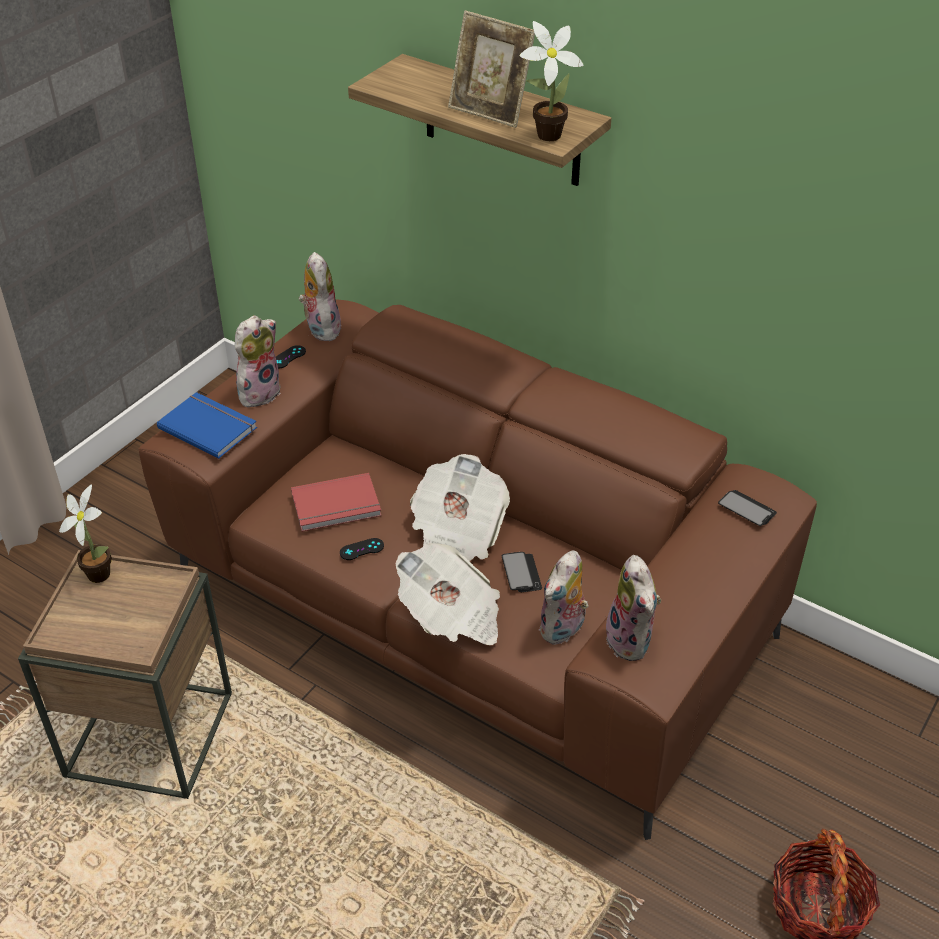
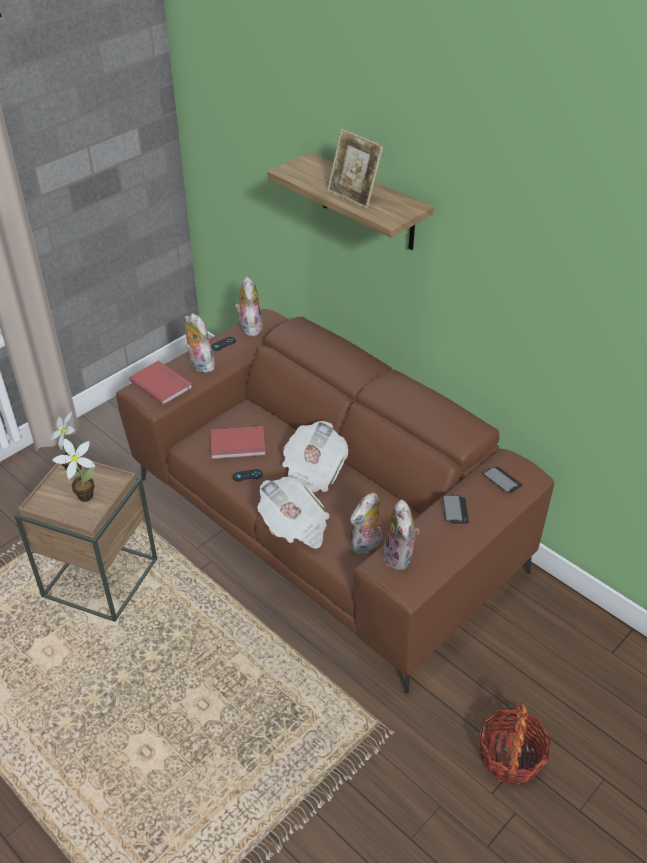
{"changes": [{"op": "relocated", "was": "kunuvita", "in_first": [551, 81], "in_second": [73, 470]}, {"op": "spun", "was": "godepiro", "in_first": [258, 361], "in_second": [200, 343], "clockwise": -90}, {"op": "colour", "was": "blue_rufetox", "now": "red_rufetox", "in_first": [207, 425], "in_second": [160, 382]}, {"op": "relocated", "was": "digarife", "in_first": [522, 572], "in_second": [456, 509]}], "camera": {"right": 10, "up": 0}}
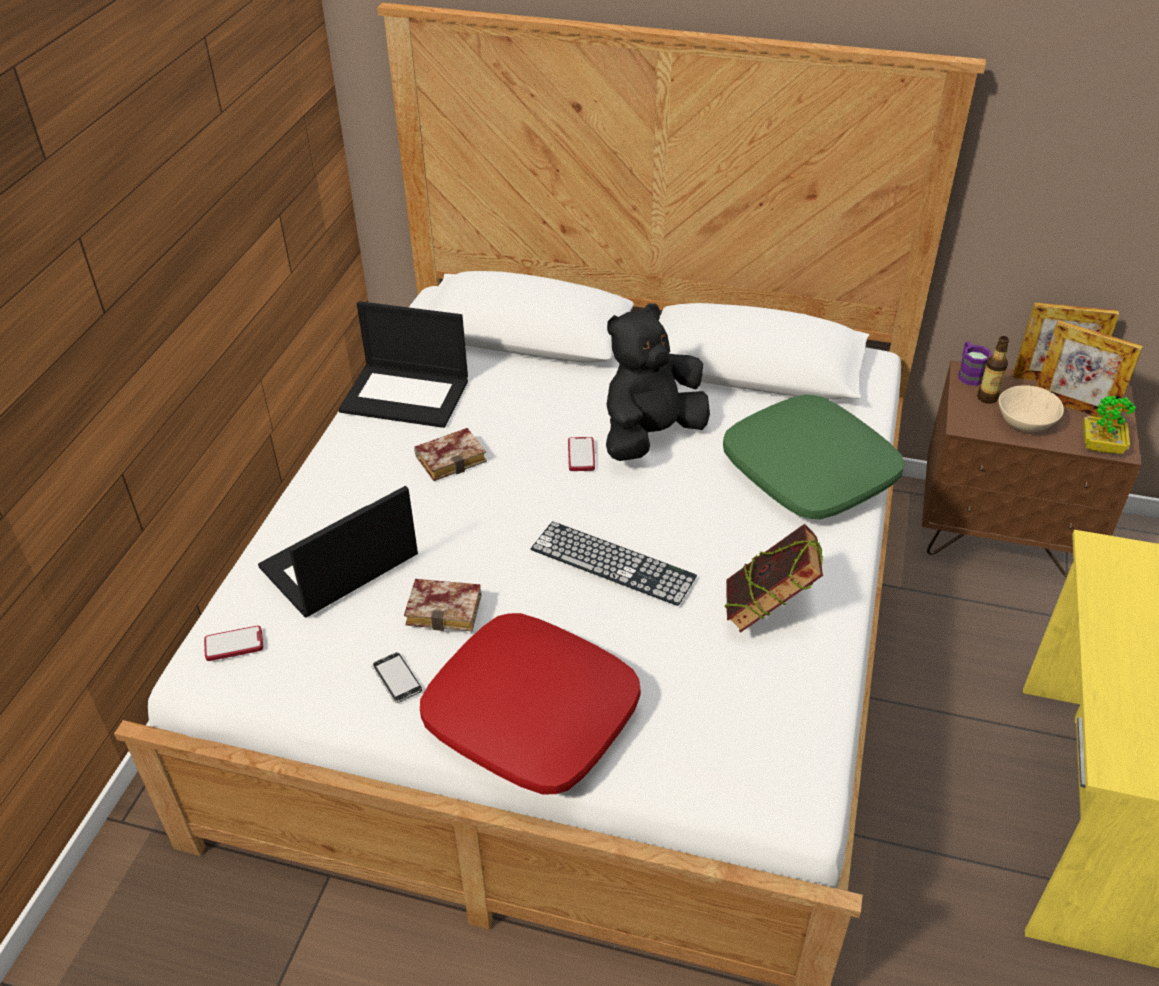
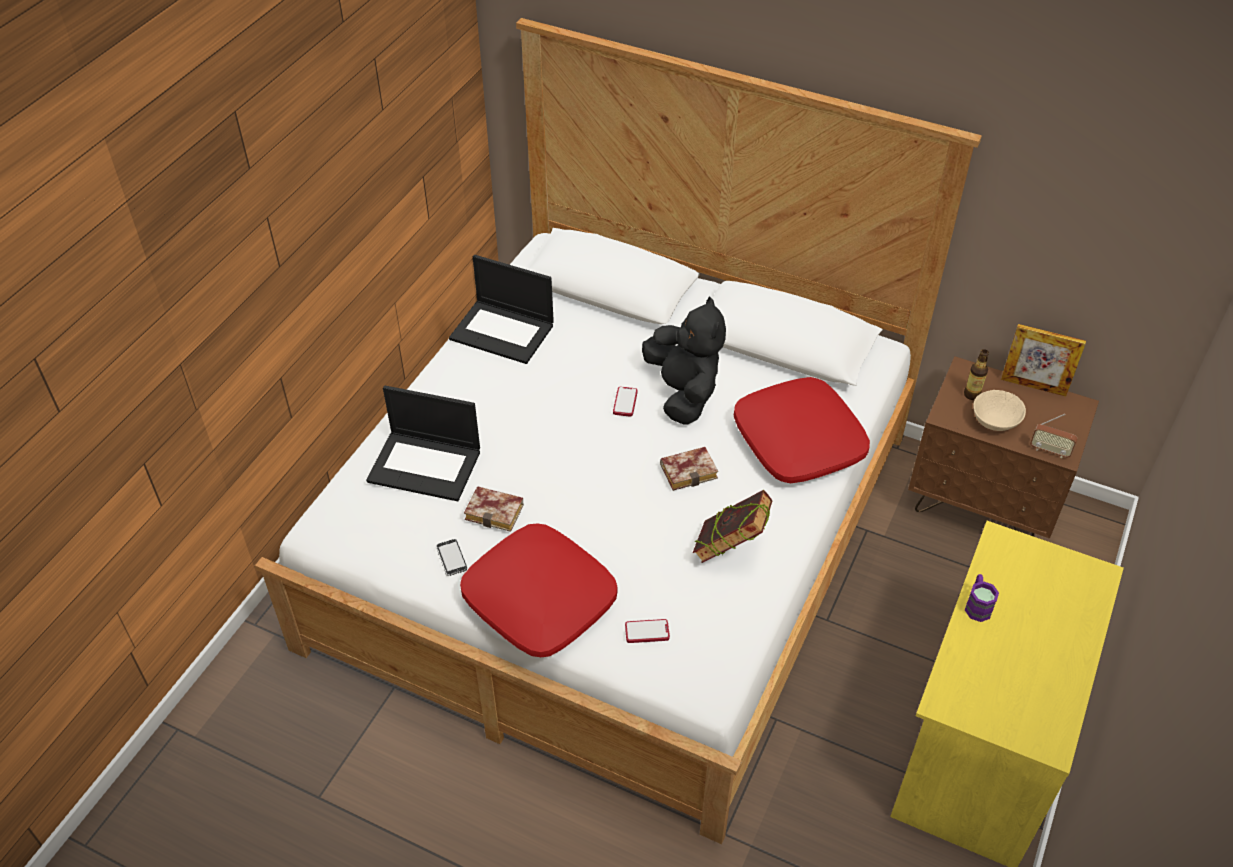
{"changes": [{"op": "spun", "was": "black_godepiro", "in_first": [658, 382], "in_second": [684, 360], "clockwise": 105}, {"op": "missing", "was": "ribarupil", "in_first": [1089, 369]}, {"op": "relocated", "was": "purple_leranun", "in_first": [974, 363], "in_second": [982, 598]}, {"op": "colour", "was": "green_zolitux", "now": "red_zolitux", "in_first": [813, 456], "in_second": [802, 430]}, {"op": "exchanged", "was": "kunuvita", "now": "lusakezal", "in_first": [1109, 425], "in_second": [1054, 436]}, {"op": "relocated", "was": "rufetox", "in_first": [450, 454], "in_second": [689, 469]}, {"op": "spun", "was": "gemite", "in_first": [338, 551], "in_second": [423, 443], "clockwise": -135}, {"op": "missing", "was": "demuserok", "in_first": [614, 563]}, {"op": "relocated", "was": "digarife", "in_first": [233, 643], "in_second": [647, 631]}], "camera": {"right": 10, "up": 5}}
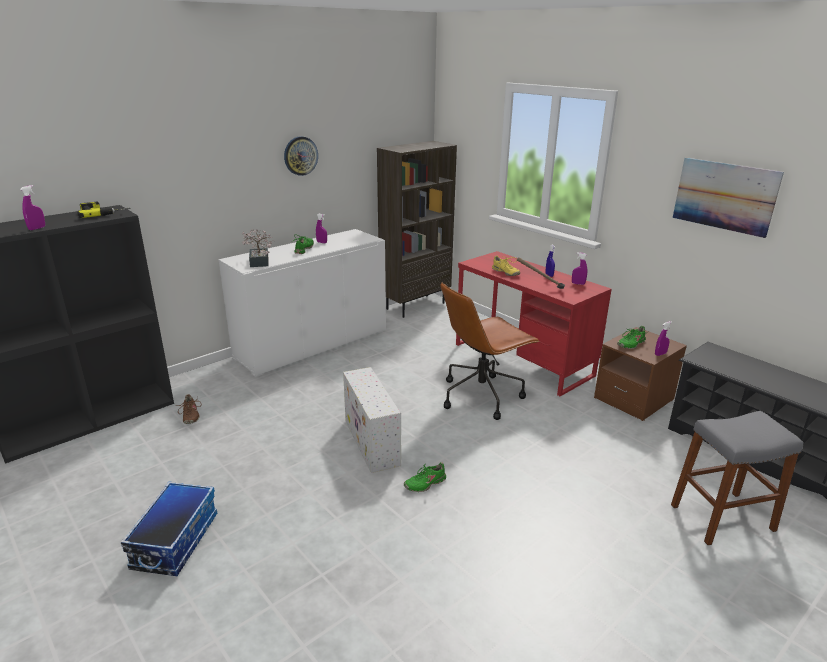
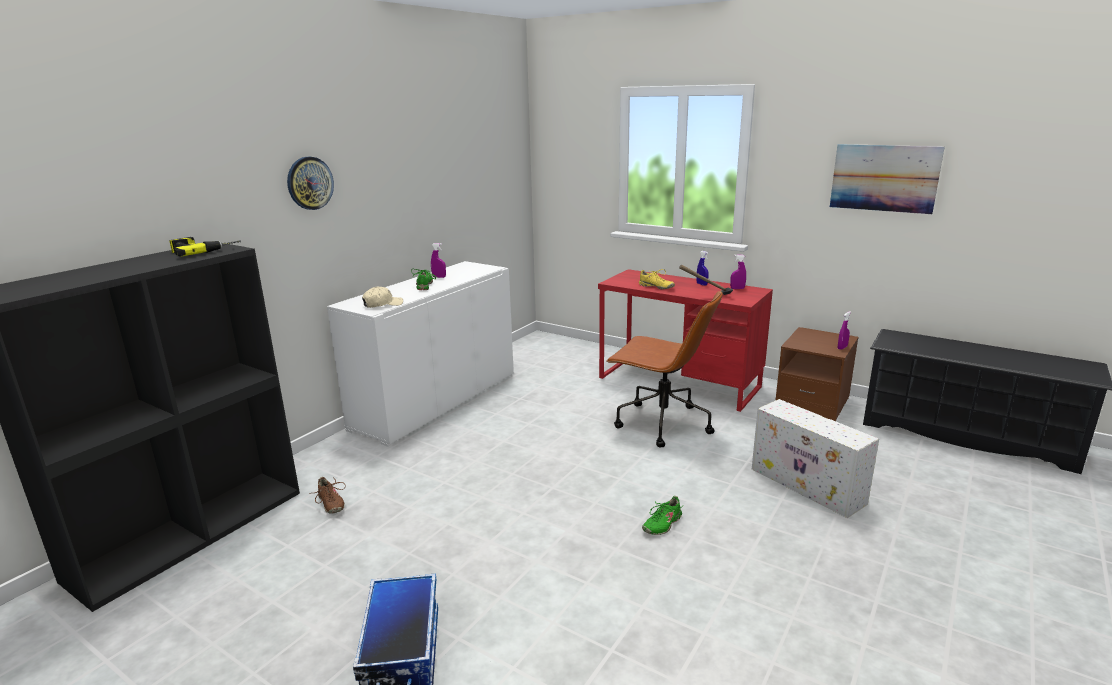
{"changes": [{"op": "relocated", "was": "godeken", "in_first": [301, 156], "in_second": [310, 183]}, {"op": "missing", "was": "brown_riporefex", "in_first": [417, 229]}, {"op": "missing", "was": "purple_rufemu", "in_first": [32, 207]}, {"op": "exchanged", "was": "kunuvita", "now": "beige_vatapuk", "in_first": [258, 248], "in_second": [382, 297]}, {"op": "spun", "was": "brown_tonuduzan", "in_first": [490, 351], "in_second": [665, 369], "clockwise": -105}, {"op": "missing", "was": "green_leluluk", "in_first": [633, 337]}, {"op": "relocated", "was": "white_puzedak", "in_first": [372, 420], "in_second": [815, 458]}, {"op": "missing", "was": "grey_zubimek", "in_first": [737, 478]}], "camera": {"right": -15, "up": -5}}
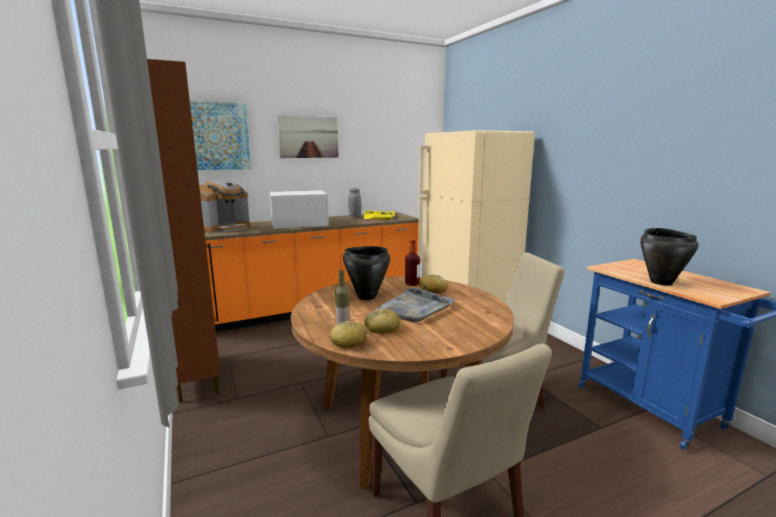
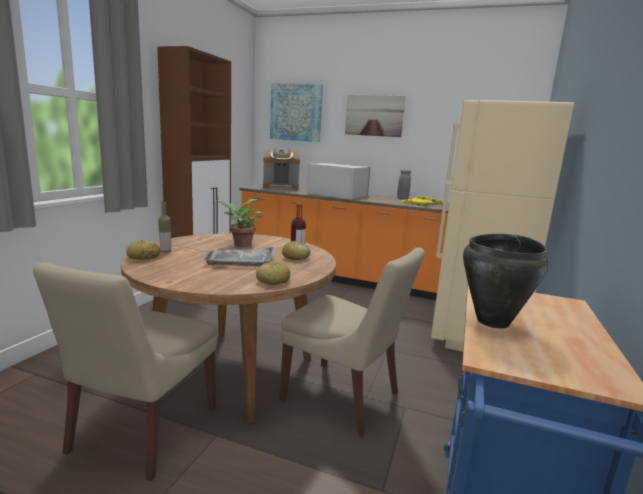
{"changes": [{"op": "exchanged", "was": "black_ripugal", "now": "kunuvita", "in_first": [366, 273], "in_second": [241, 223]}, {"op": "relocated", "was": "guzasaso", "in_first": [382, 321], "in_second": [273, 273]}], "camera": {"right": 45, "up": 0}}
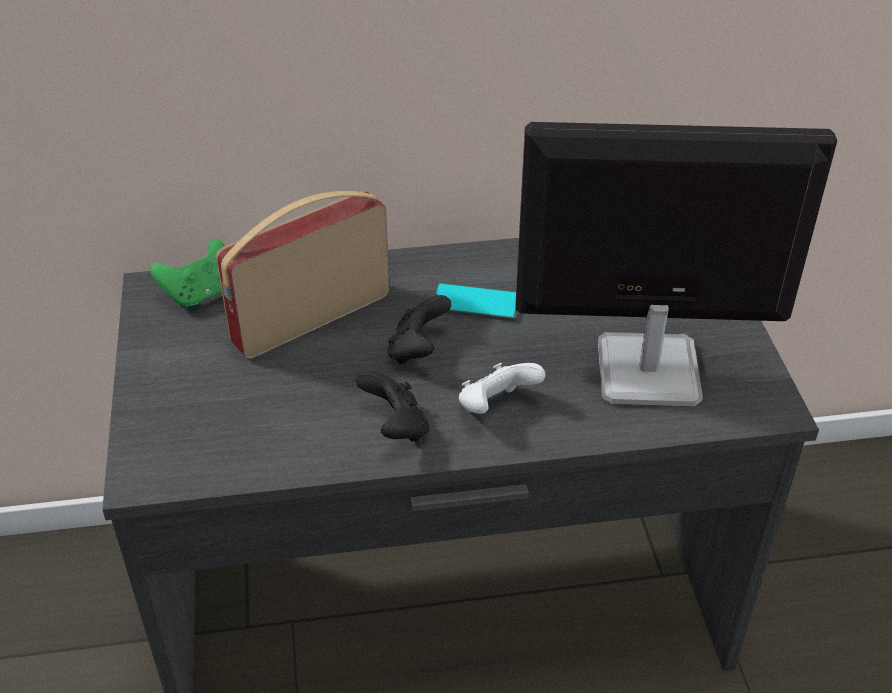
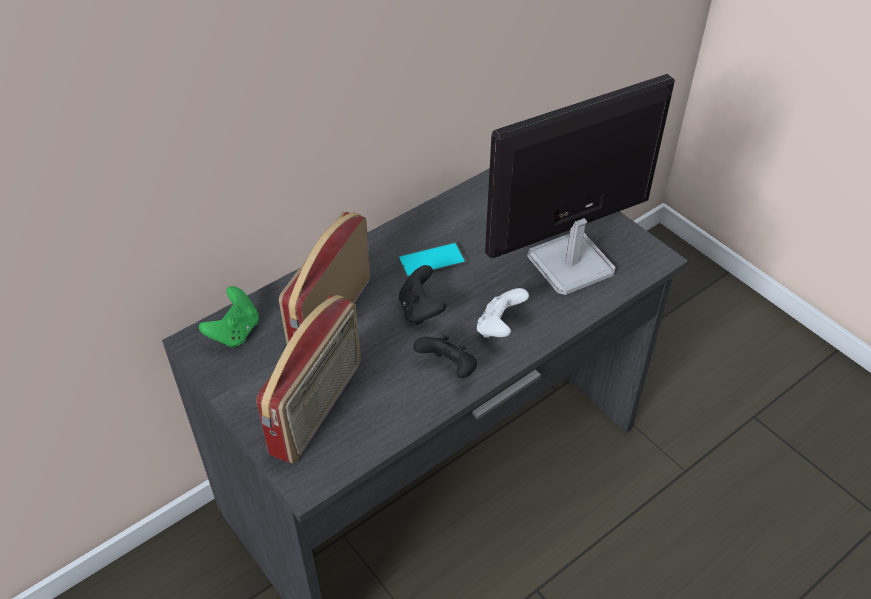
{"changes": [{"op": "appeared", "now": "lusakezal", "in_second": [308, 379]}], "camera": {"right": -30, "up": 5}}
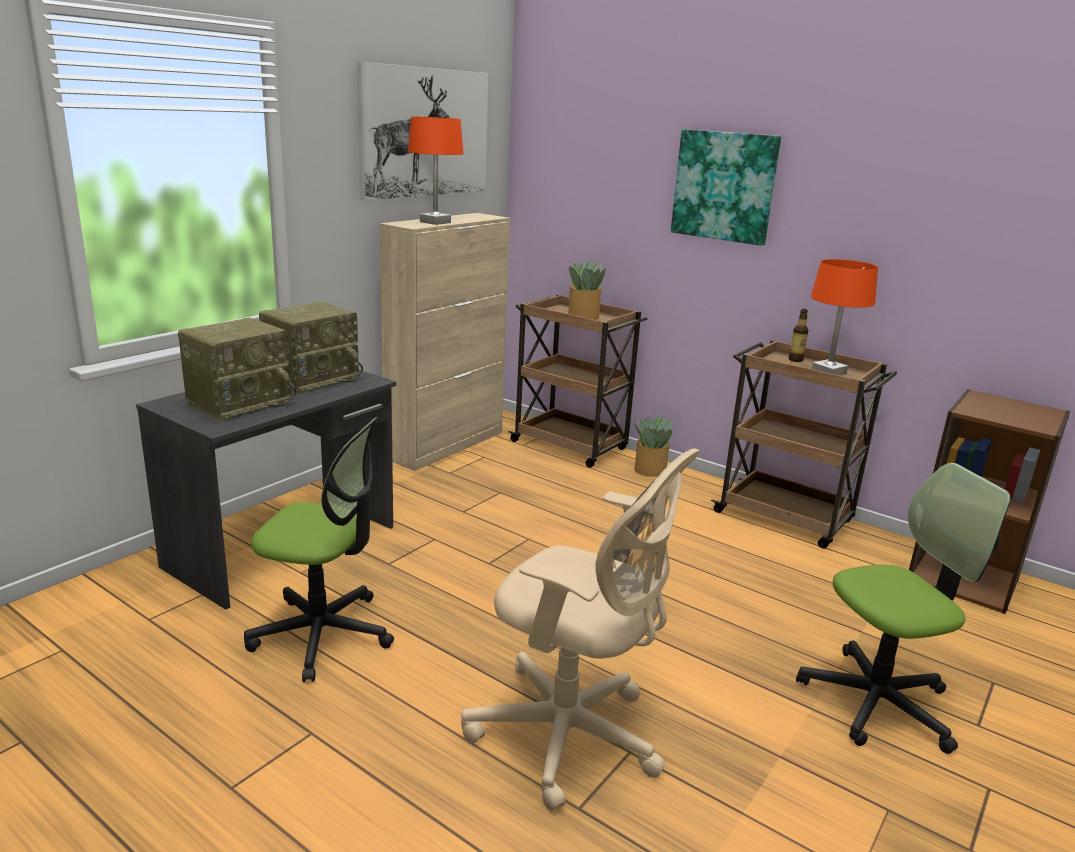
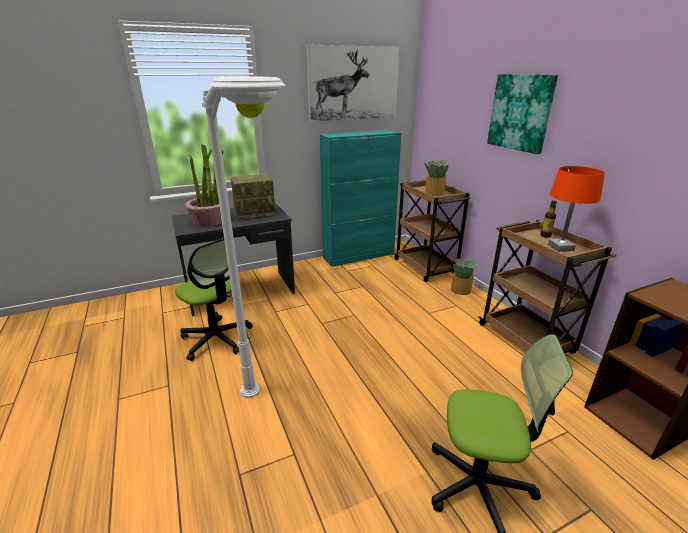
{"changes": [{"op": "missing", "was": "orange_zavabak", "in_first": [436, 171]}, {"op": "colour", "was": "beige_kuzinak", "now": "turquoise_kuzinak", "in_first": [445, 342], "in_second": [360, 198]}, {"op": "exchanged", "was": "lusakezal", "now": "kunuvita", "in_first": [237, 369], "in_second": [204, 185]}, {"op": "exchanged", "was": "beige_tonuduzan", "now": "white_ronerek", "in_first": [580, 629], "in_second": [244, 237]}], "camera": {"right": 30, "up": 5}}
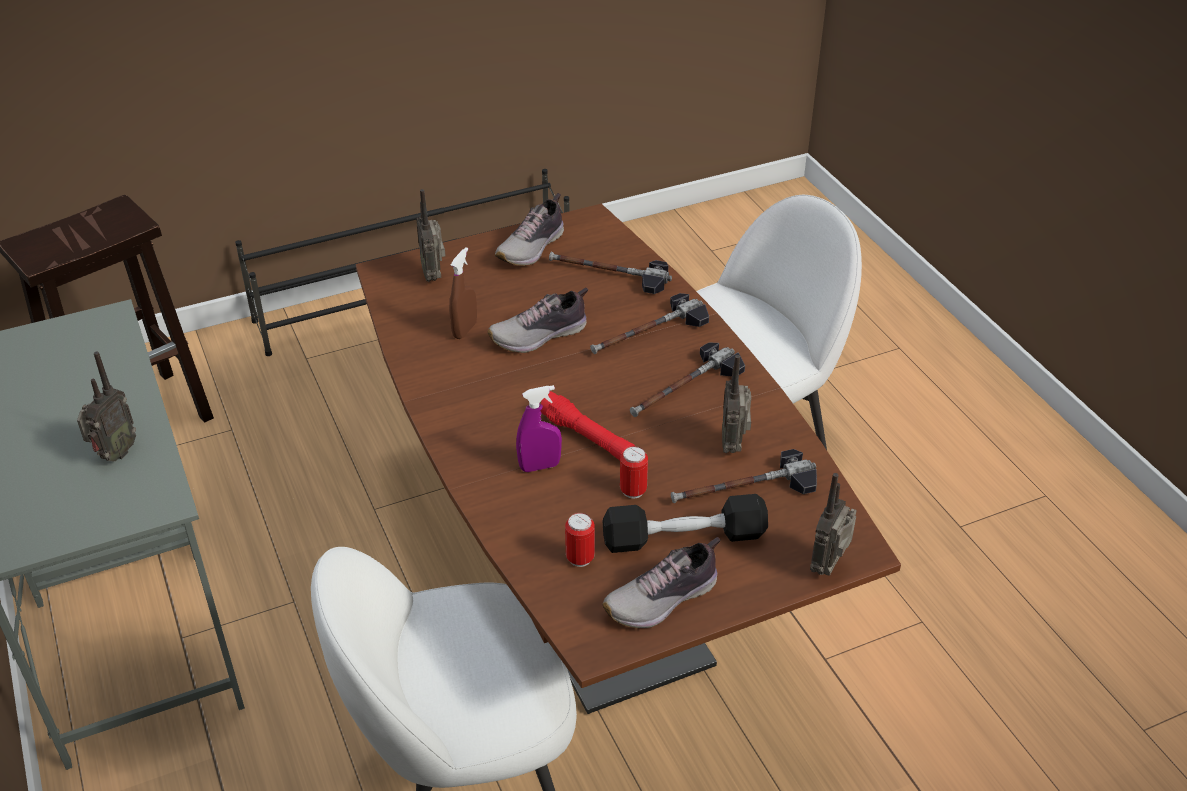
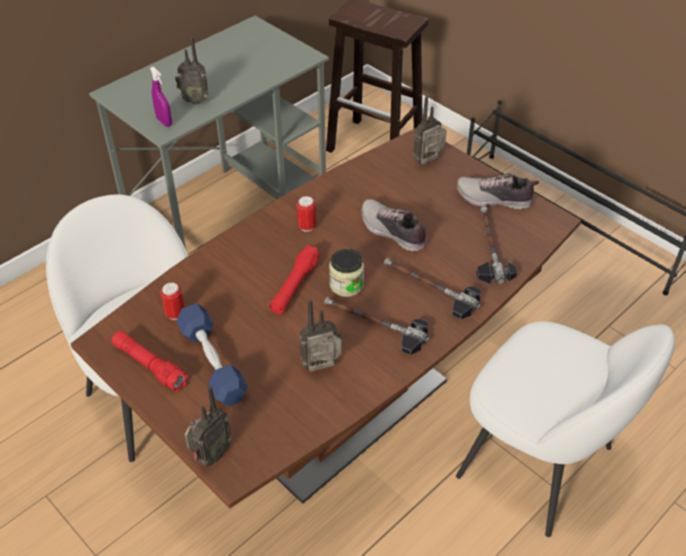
{"changes": [{"op": "missing", "was": "brown_rufemu", "in_first": [463, 293]}, {"op": "relocated", "was": "purple_rufemu", "in_first": [539, 428], "in_second": [161, 97]}, {"op": "relocated", "was": "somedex", "in_first": [634, 472], "in_second": [306, 214]}, {"op": "missing", "was": "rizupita", "in_first": [744, 476]}, {"op": "spun", "was": "lusakezal", "in_first": [833, 524], "in_second": [208, 425], "clockwise": 120}, {"op": "colour", "was": "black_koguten", "now": "blue_koguten", "in_first": [685, 523], "in_second": [212, 354]}, {"op": "exchanged", "was": "leluluk", "now": "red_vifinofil", "in_first": [661, 582], "in_second": [150, 361]}, {"op": "appeared", "now": "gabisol", "in_second": [346, 273]}], "camera": {"right": 70, "up": 5}}
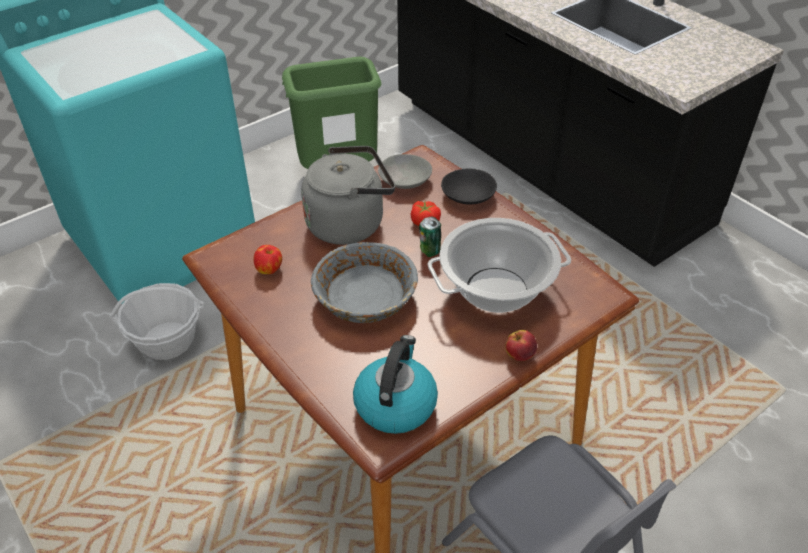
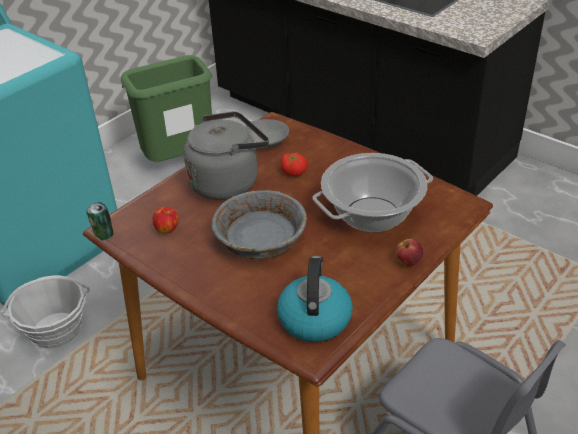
{"changes": [{"op": "missing", "was": "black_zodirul", "in_first": [469, 186]}, {"op": "relocated", "was": "somedex", "in_first": [430, 237], "in_second": [99, 221]}], "camera": {"right": -10, "up": -5}}
